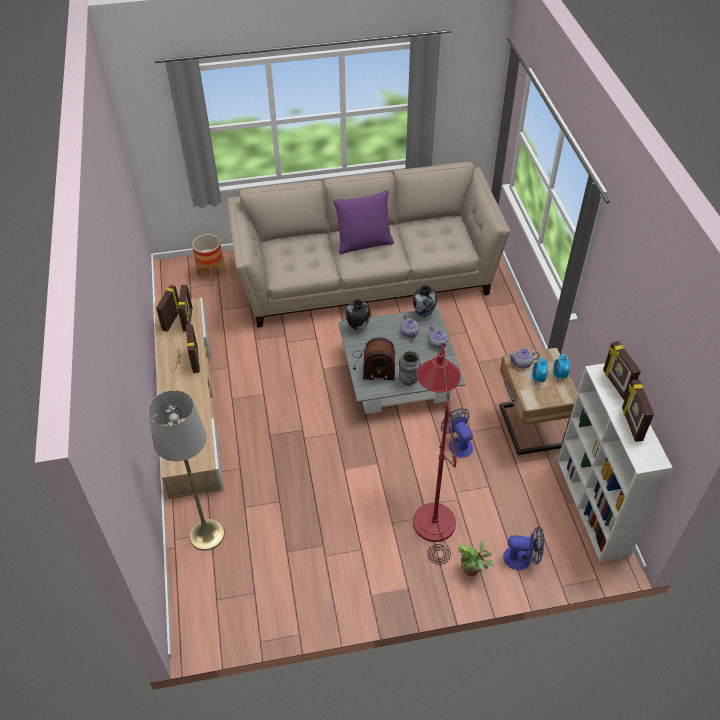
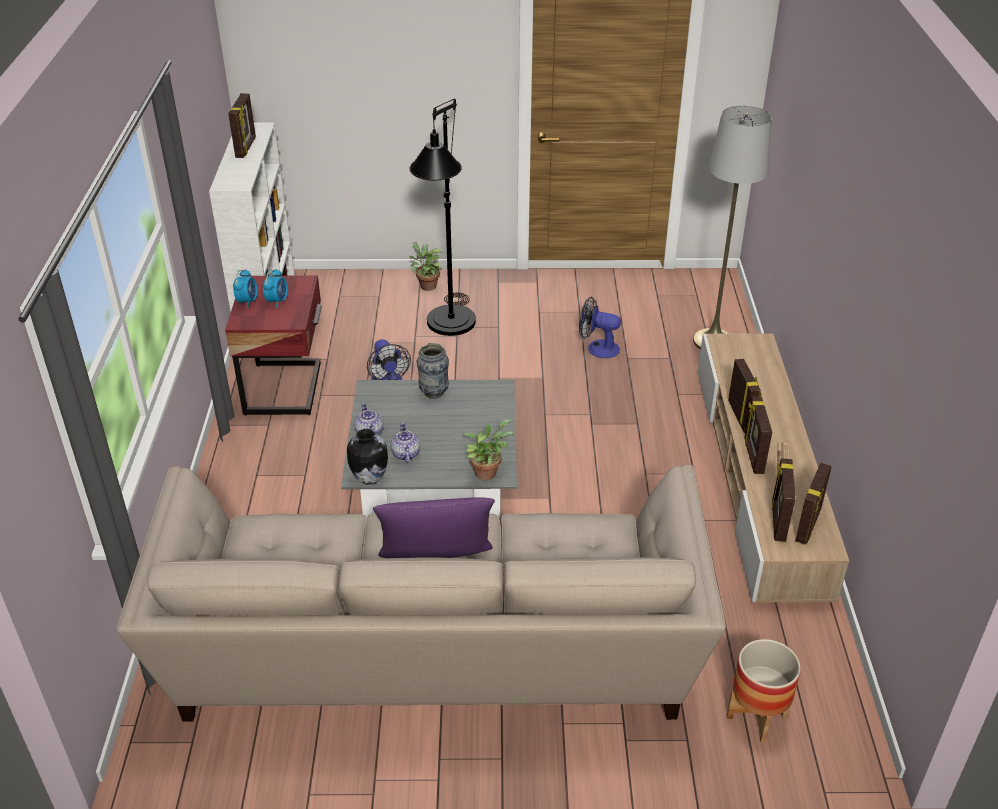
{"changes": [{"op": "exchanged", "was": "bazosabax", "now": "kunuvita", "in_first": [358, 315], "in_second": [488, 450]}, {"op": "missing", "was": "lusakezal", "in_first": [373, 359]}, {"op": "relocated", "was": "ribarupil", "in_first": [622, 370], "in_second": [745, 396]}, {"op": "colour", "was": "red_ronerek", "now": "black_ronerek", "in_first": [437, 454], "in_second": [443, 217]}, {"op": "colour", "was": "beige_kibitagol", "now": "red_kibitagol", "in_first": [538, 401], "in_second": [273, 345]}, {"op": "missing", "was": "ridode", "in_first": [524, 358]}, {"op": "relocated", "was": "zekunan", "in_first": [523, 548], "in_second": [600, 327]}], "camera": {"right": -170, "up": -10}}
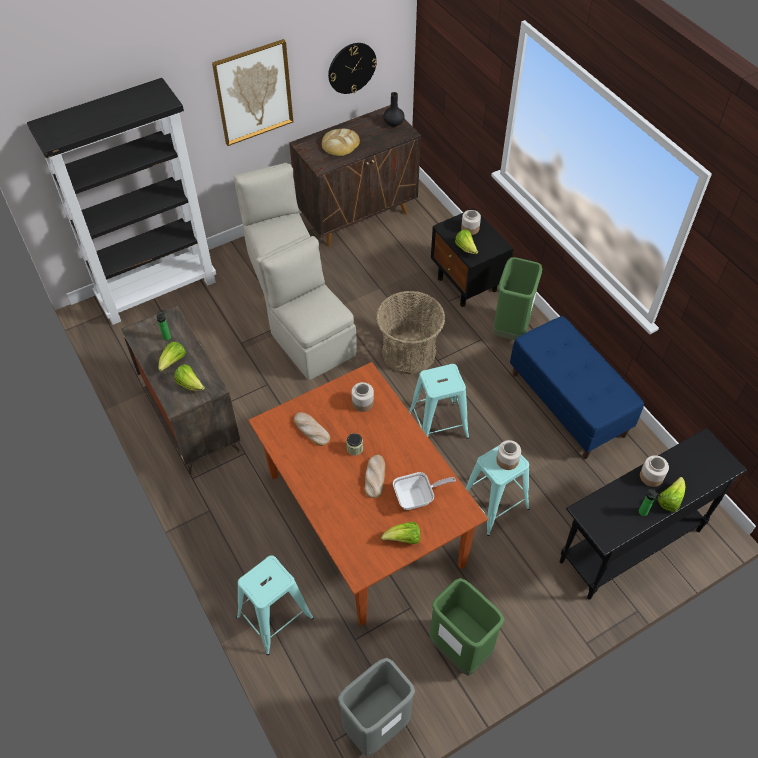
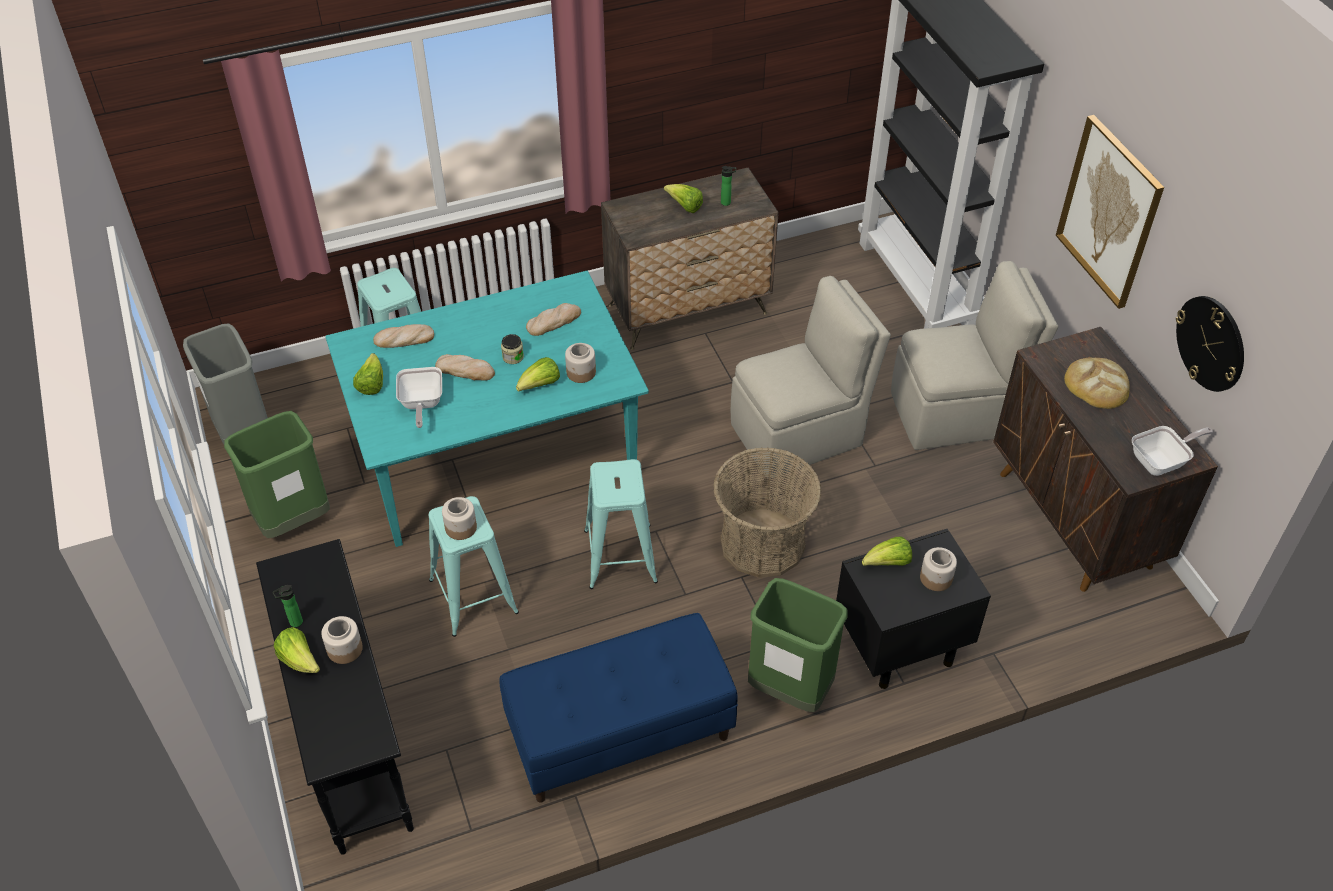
{"changes": [{"op": "exchanged", "was": "black_bazosabax", "now": "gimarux", "in_first": [394, 109], "in_second": [1172, 451]}, {"op": "colour", "was": "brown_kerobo", "now": "turquoise_kerobo", "in_first": [368, 494], "in_second": [487, 409]}, {"op": "relocated", "was": "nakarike", "in_first": [189, 377], "in_second": [538, 374]}, {"op": "appeared", "now": "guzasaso", "in_second": [403, 336]}], "camera": {"right": 100, "up": -5}}
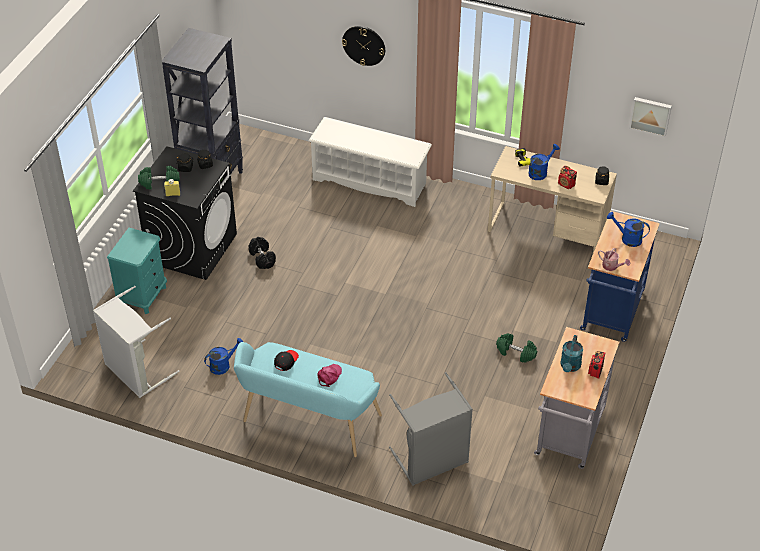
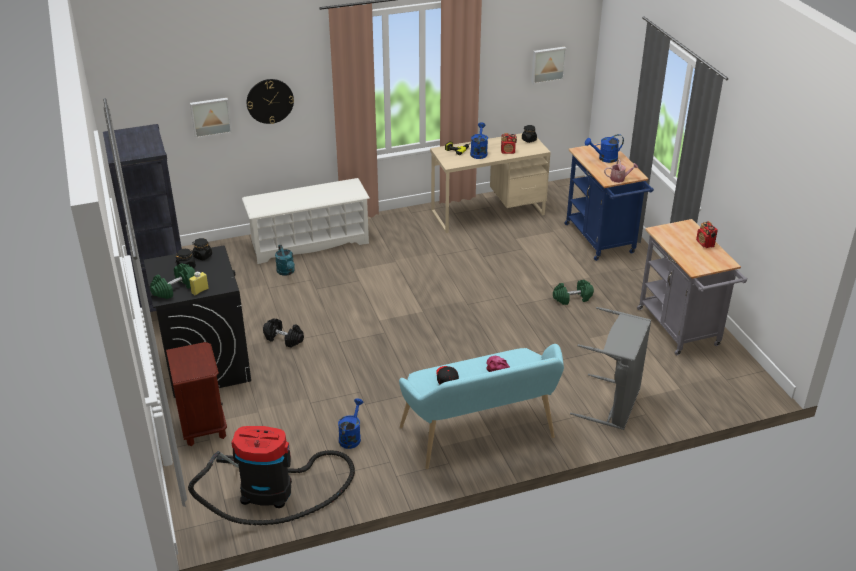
{"changes": [{"op": "colour", "was": "turquoise_kibitagol", "now": "brown_kibitagol", "in_first": [137, 271], "in_second": [196, 394]}, {"op": "exchanged", "was": "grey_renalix", "now": "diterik", "in_first": [136, 342], "in_second": [271, 475]}, {"op": "relocated", "was": "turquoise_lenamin", "in_first": [571, 353], "in_second": [285, 260]}, {"op": "appeared", "now": "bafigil", "in_second": [211, 118]}], "camera": {"right": -40, "up": -10}}
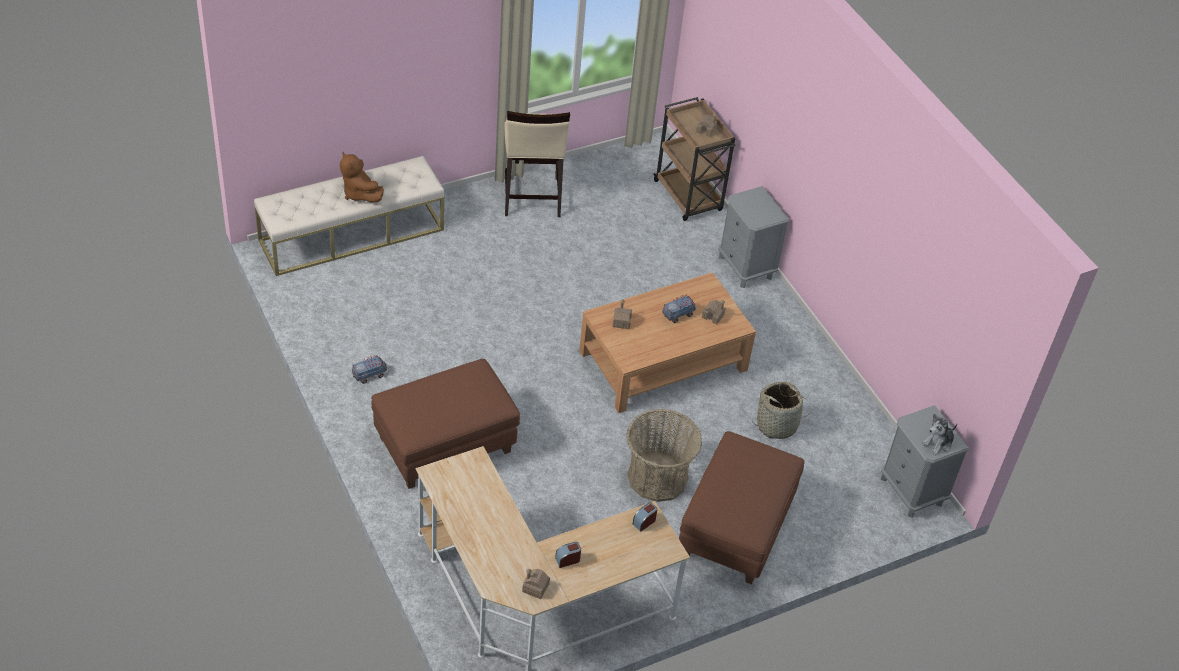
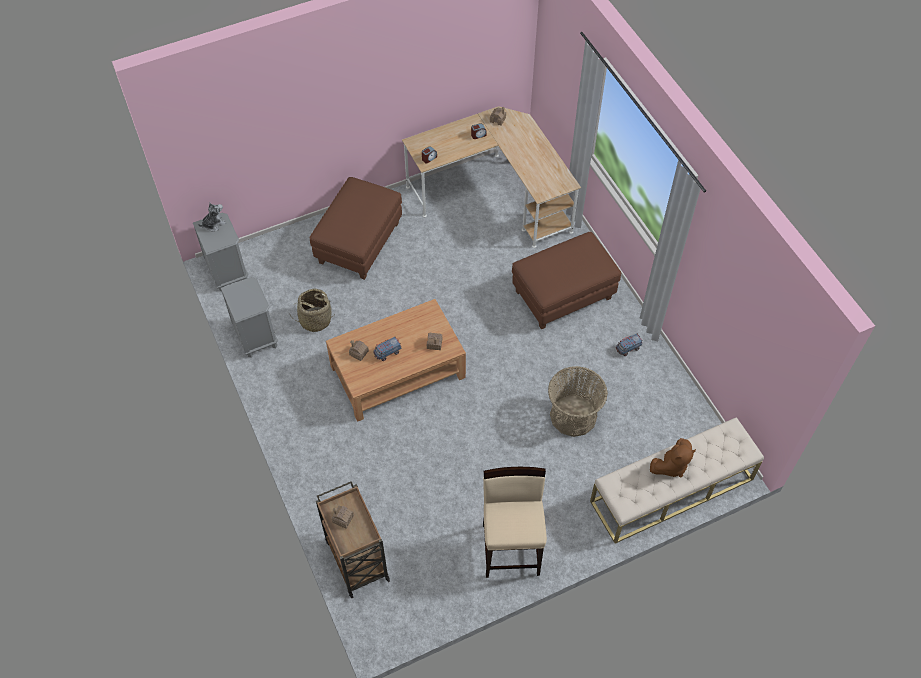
{"changes": [{"op": "spun", "was": "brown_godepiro", "in_first": [362, 177], "in_second": [673, 458], "clockwise": 90}, {"op": "relocated", "was": "grey_kibitagol", "in_first": [753, 237], "in_second": [249, 317]}, {"op": "relocated", "was": "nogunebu", "in_first": [664, 455], "in_second": [578, 401]}], "camera": {"right": -175, "up": 10}}
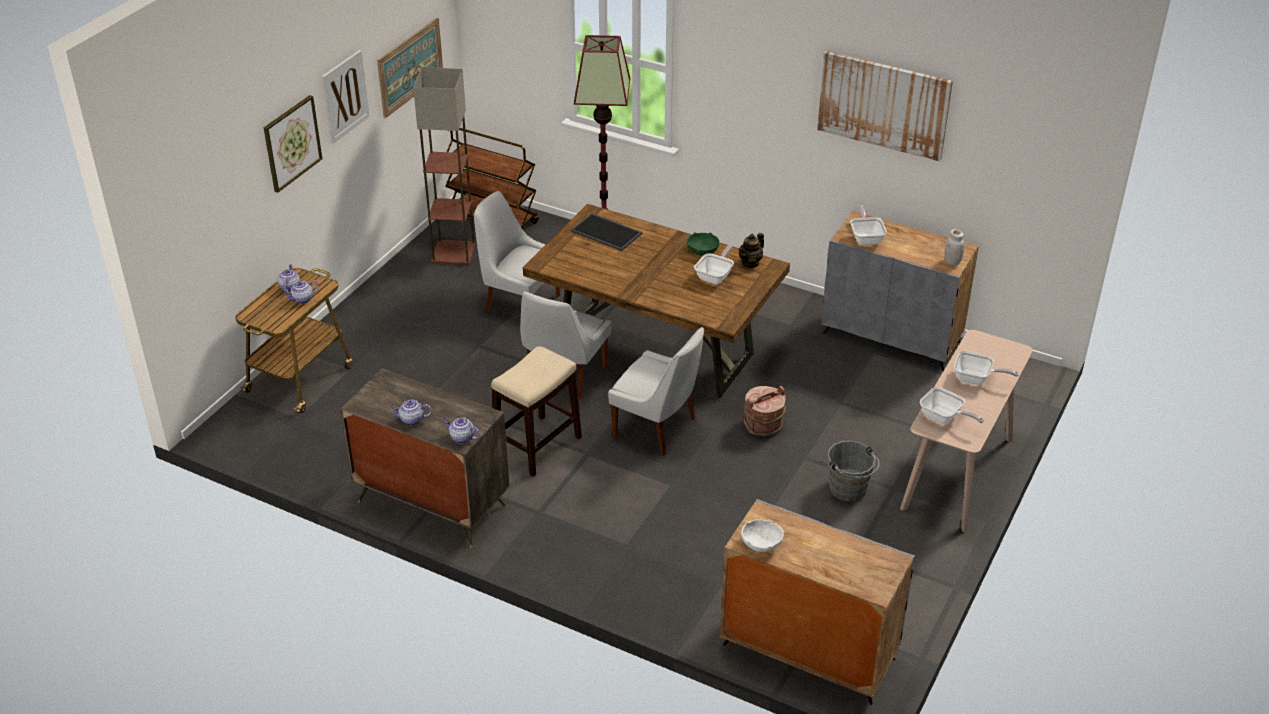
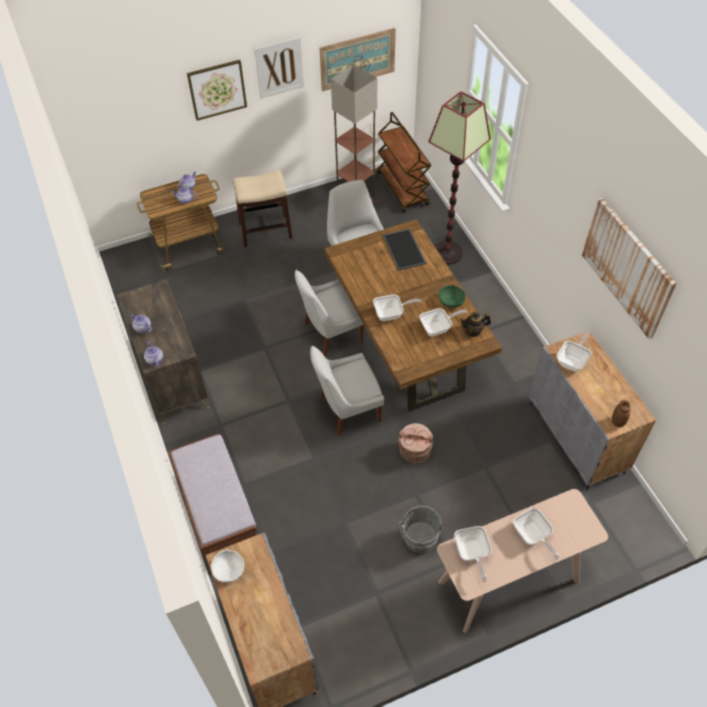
{"changes": [{"op": "colour", "was": "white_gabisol", "now": "brown_gabisol", "in_first": [954, 247], "in_second": [621, 414]}, {"op": "spun", "was": "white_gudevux", "in_first": [656, 391], "in_second": [347, 391], "clockwise": 90}, {"op": "relocated", "was": "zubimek", "in_first": [536, 411], "in_second": [262, 208]}, {"op": "appeared", "now": "gimarux", "in_second": [397, 307]}, {"op": "appeared", "now": "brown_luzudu", "in_second": [212, 503]}], "camera": {"right": 40, "up": 15}}
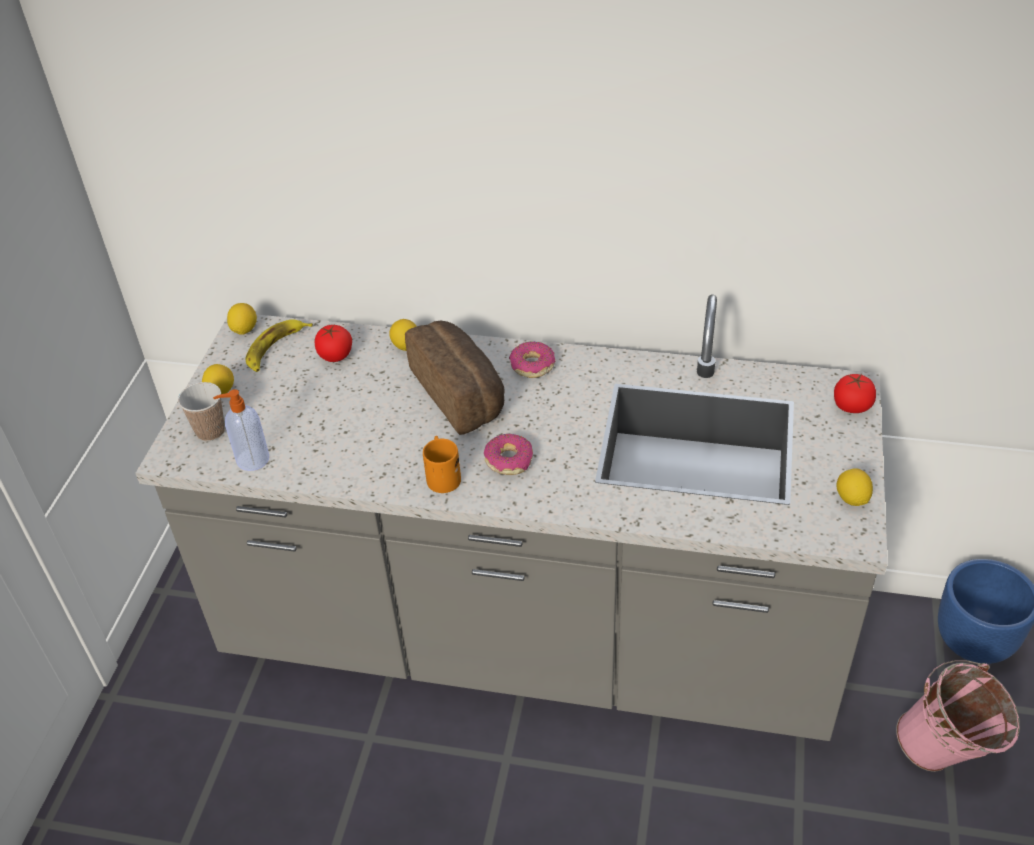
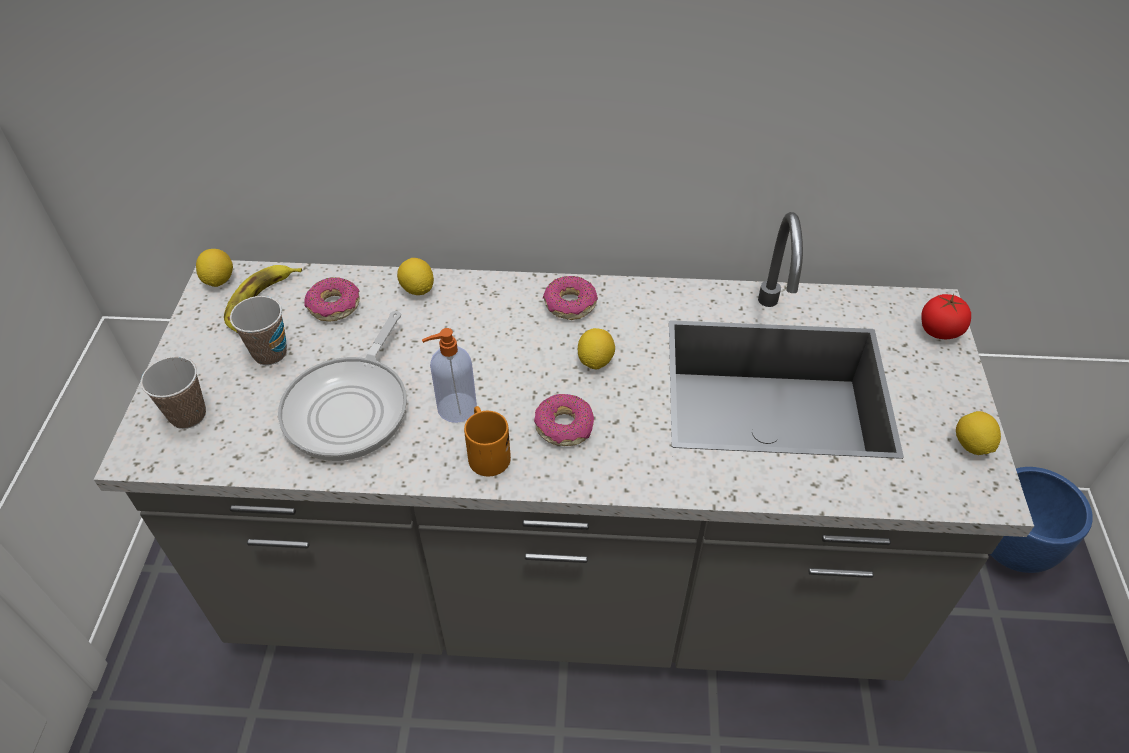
{"changes": [{"op": "missing", "was": "guzasaso", "in_first": [455, 378]}, {"op": "exchanged", "was": "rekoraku", "now": "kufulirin", "in_first": [333, 343], "in_second": [332, 299]}, {"op": "relocated", "was": "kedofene", "in_first": [218, 379], "in_second": [596, 349]}, {"op": "relocated", "was": "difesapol", "in_first": [241, 430], "in_second": [449, 375]}, {"op": "missing", "was": "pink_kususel", "in_first": [958, 716]}, {"op": "appeared", "now": "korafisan", "in_second": [258, 330]}, {"op": "appeared", "now": "gimarux", "in_second": [342, 386]}], "camera": {"right": -10, "up": 5}}
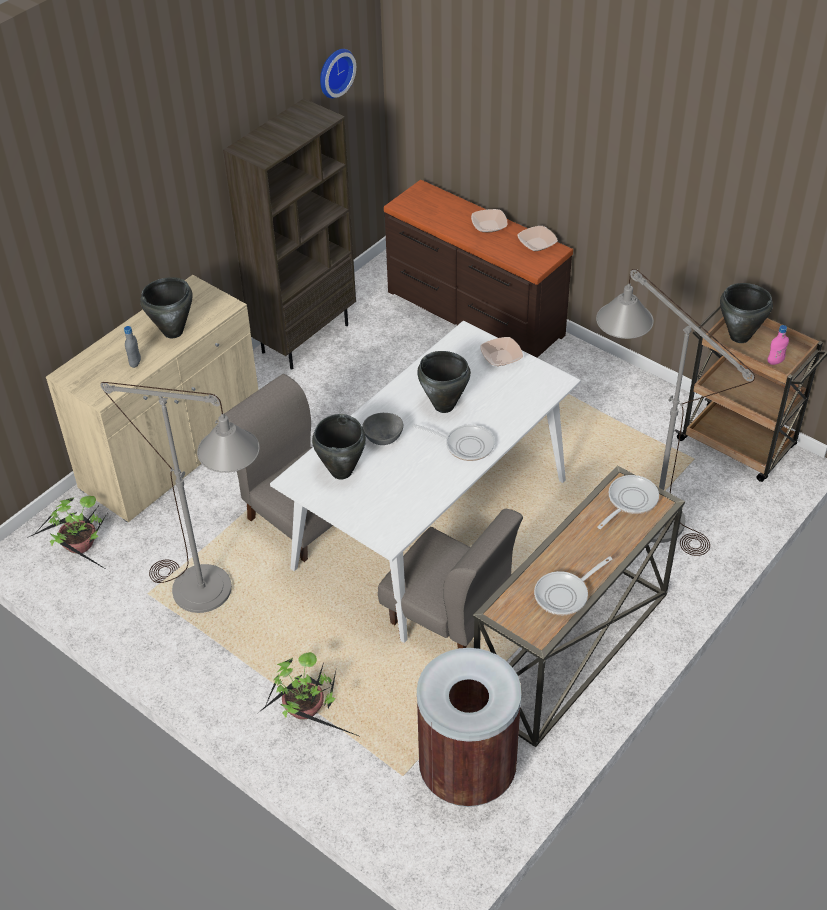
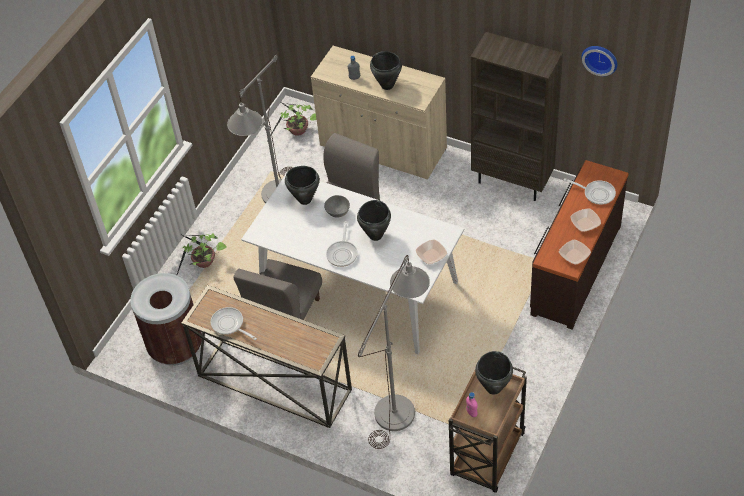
{"changes": [{"op": "relocated", "was": "gimarux", "in_first": [628, 502], "in_second": [590, 191]}], "camera": {"right": 80, "up": 5}}
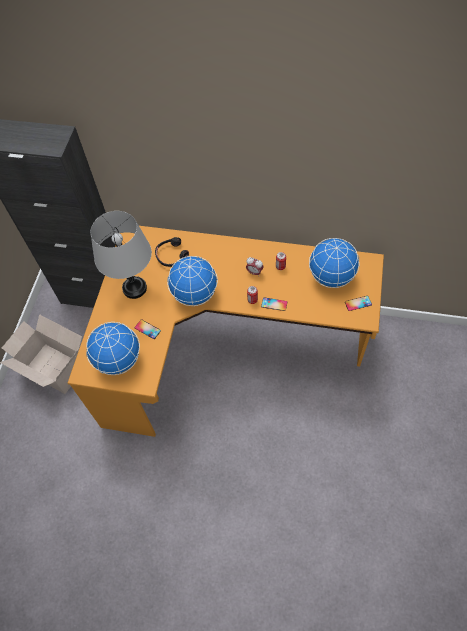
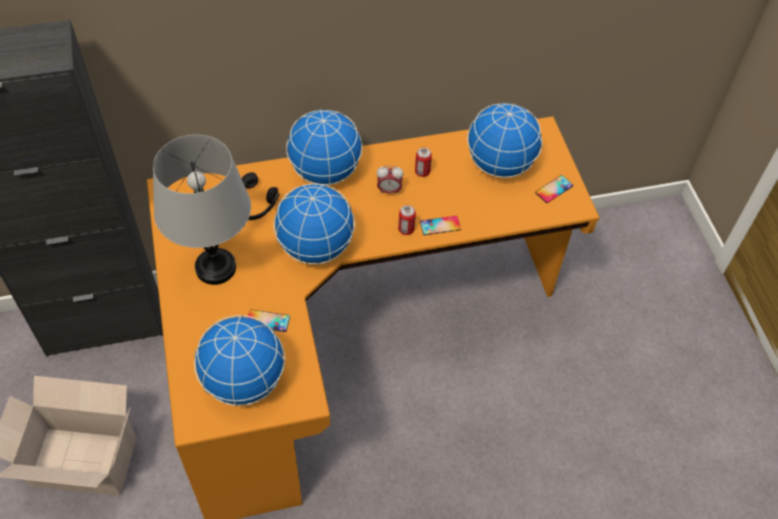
{"changes": [{"op": "appeared", "now": "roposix", "in_second": [324, 147]}], "camera": {"right": -30, "up": -5}}
